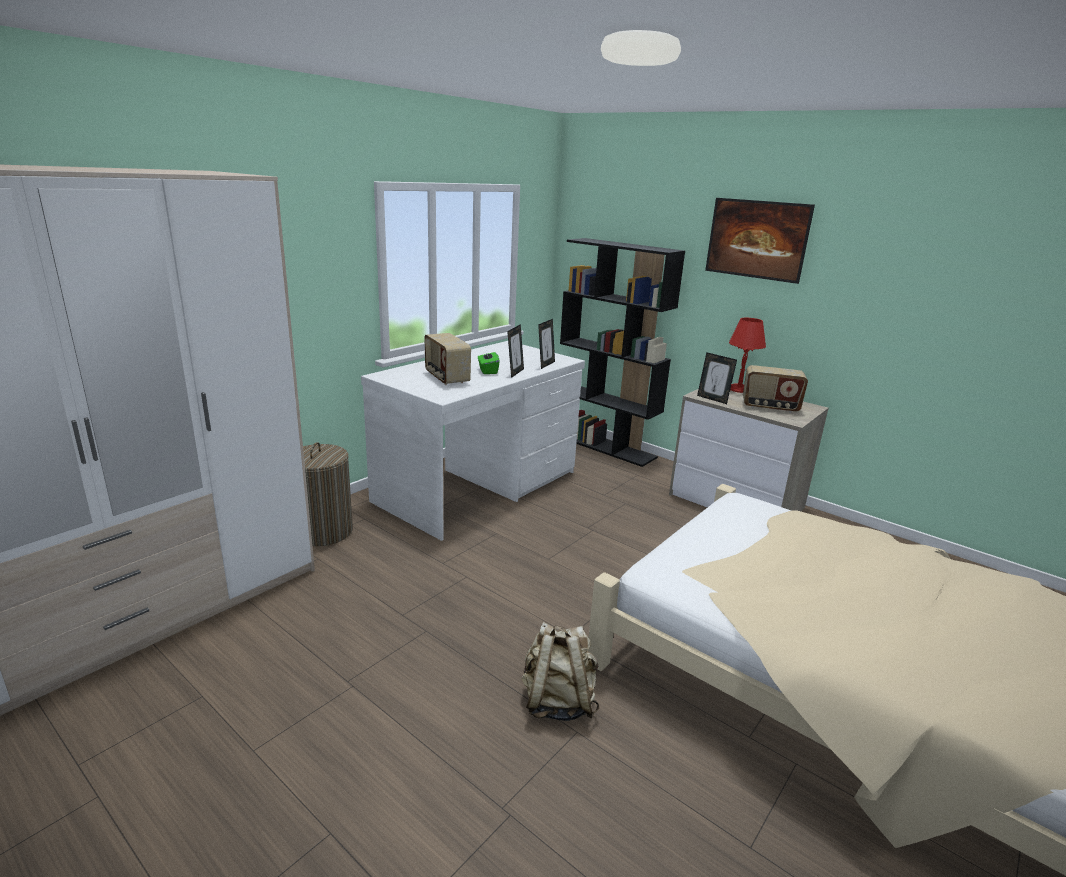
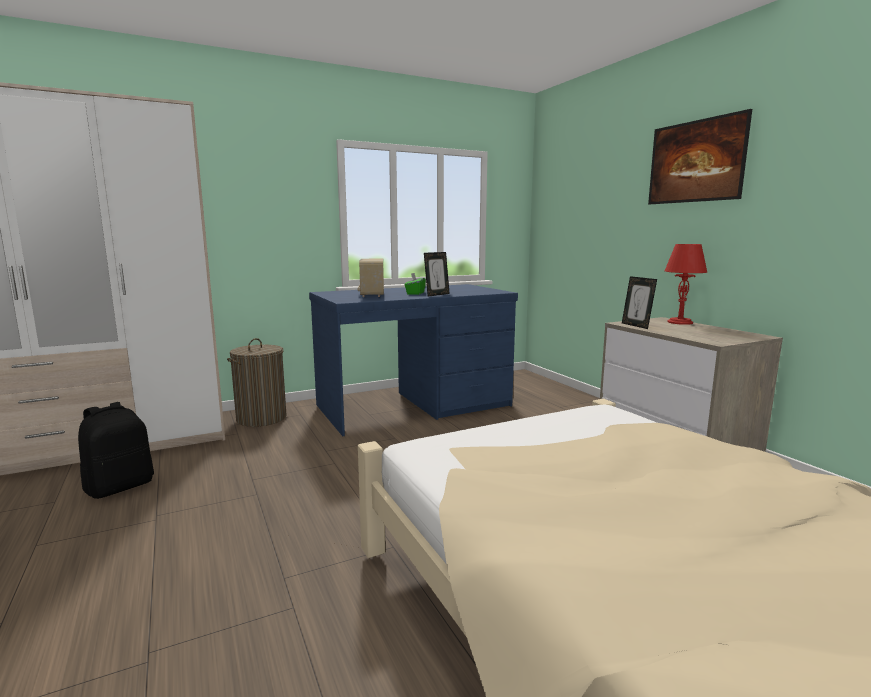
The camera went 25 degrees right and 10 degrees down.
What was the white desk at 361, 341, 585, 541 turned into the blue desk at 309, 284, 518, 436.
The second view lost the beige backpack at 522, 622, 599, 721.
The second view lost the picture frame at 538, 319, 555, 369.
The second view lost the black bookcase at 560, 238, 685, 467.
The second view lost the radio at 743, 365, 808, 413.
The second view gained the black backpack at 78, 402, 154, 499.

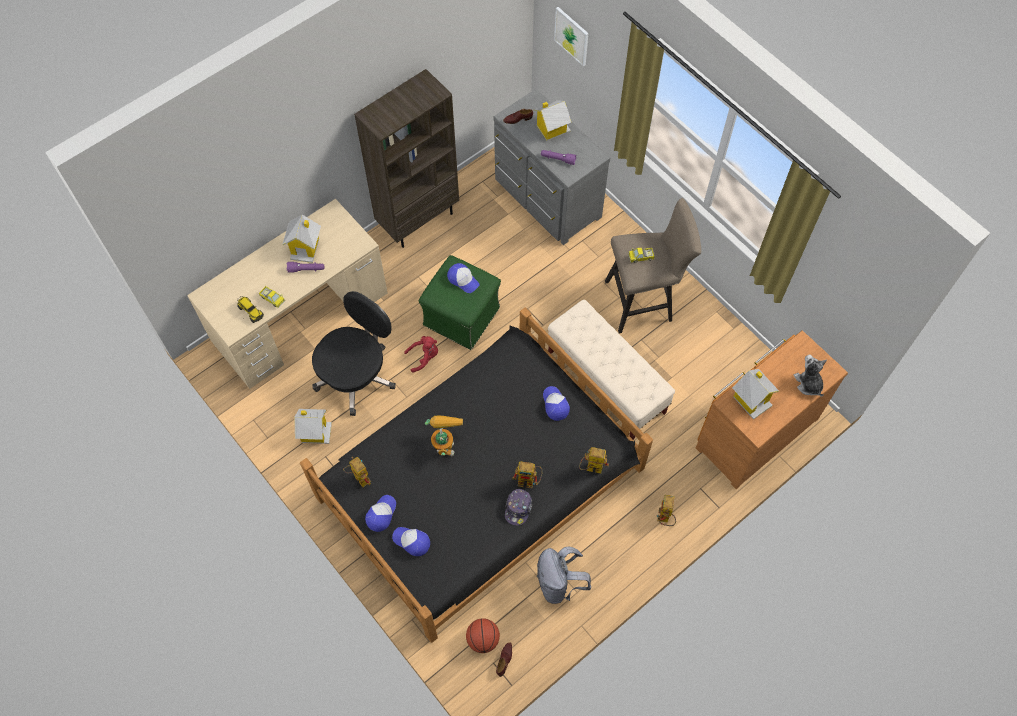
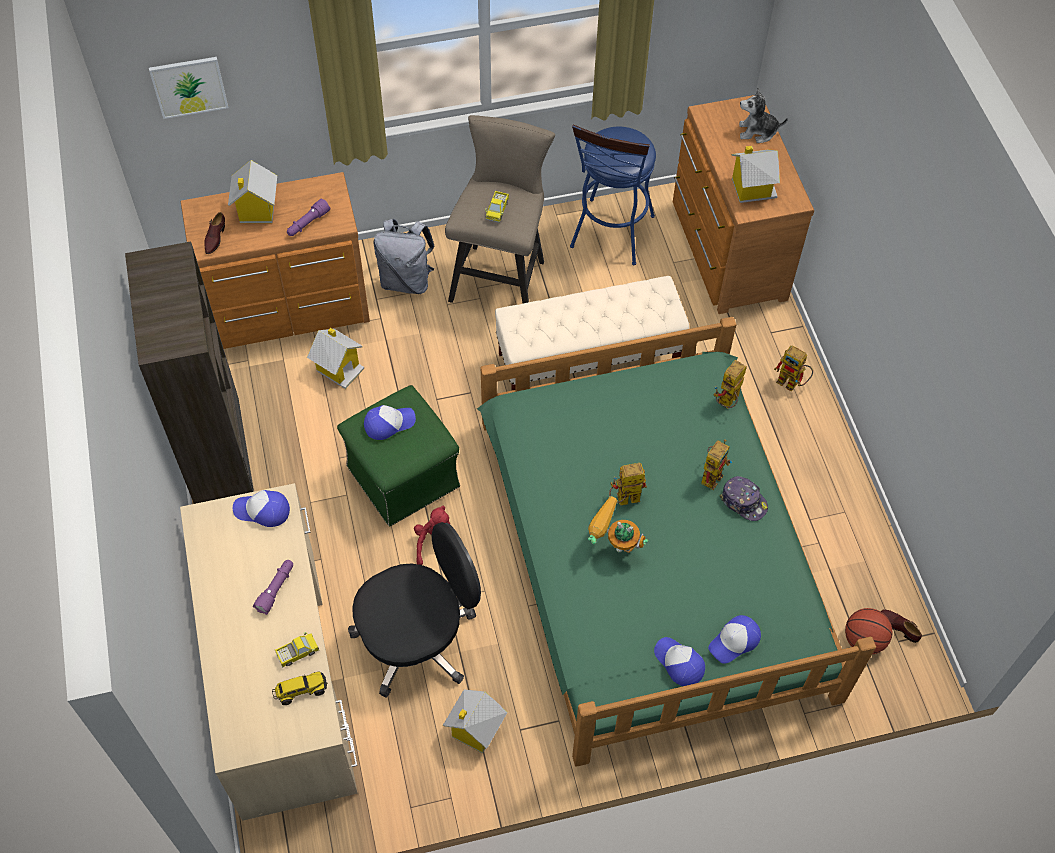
The camera went 65 degrees left and 5 degrees down.
The toy house ended up elsewhere, having gone from 282, 215, 321, 263 to 307, 328, 364, 389.
What was the black bed at 300, 308, 653, 643 turned into the green bed at 477, 317, 876, 767.
The black office chair at 312, 291, 396, 416 ended up facing another way, 90 degrees clockwise from before.
The toy robot ended up elsewhere, having gone from 343, 457, 371, 487 to 609, 463, 647, 505.
What was the grey dresser at 494, 89, 610, 245 turned into the brown dresser at 180, 172, 370, 349.
The grey backpack ended up elsewhere, having gone from 537, 547, 591, 604 to 374, 219, 435, 294.
The cap ended up elsewhere, having gone from 543, 386, 570, 421 to 233, 490, 290, 527.
The second view gained the blue stool at 570, 125, 656, 265.

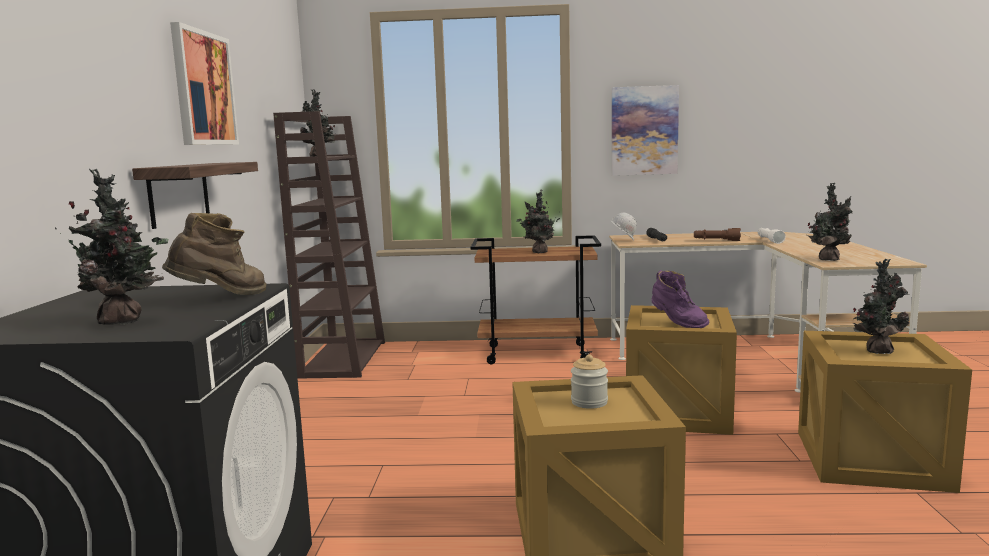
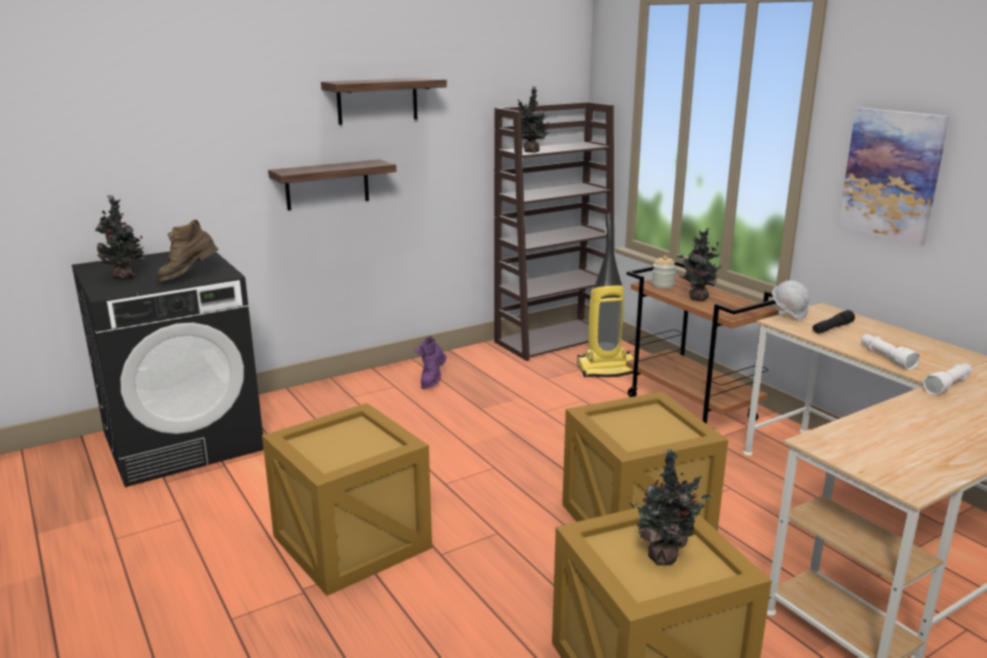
The camera went 55 degrees right and 10 degrees up.
The brown boot at 162, 213, 266, 295 ended up facing another way, 135 degrees clockwise from before.
Where the picture hung at 170, 22, 239, 145, the shelf came to hang at 321, 78, 447, 125.
The jar ended up elsewhere, having gone from 571, 354, 608, 409 to 652, 256, 676, 288.
The purple boot ended up elsewhere, having gone from 651, 270, 709, 328 to 415, 336, 447, 389.
What was the brown flashlight at 694, 228, 741, 241 turned into the white flashlight at 861, 334, 920, 370.
The second view lost the potted plant at 807, 183, 853, 261.
The second view gained the vacuum cleaner at 577, 214, 634, 377.

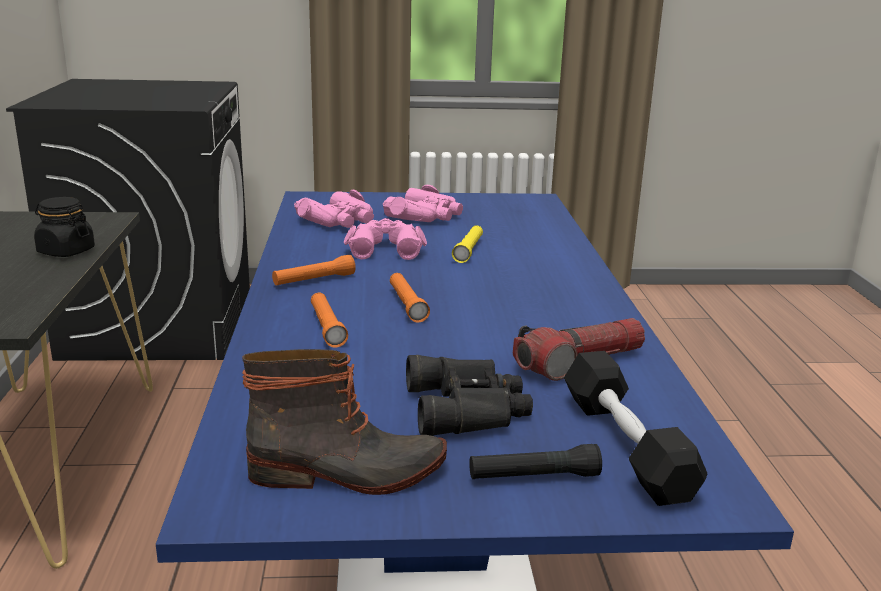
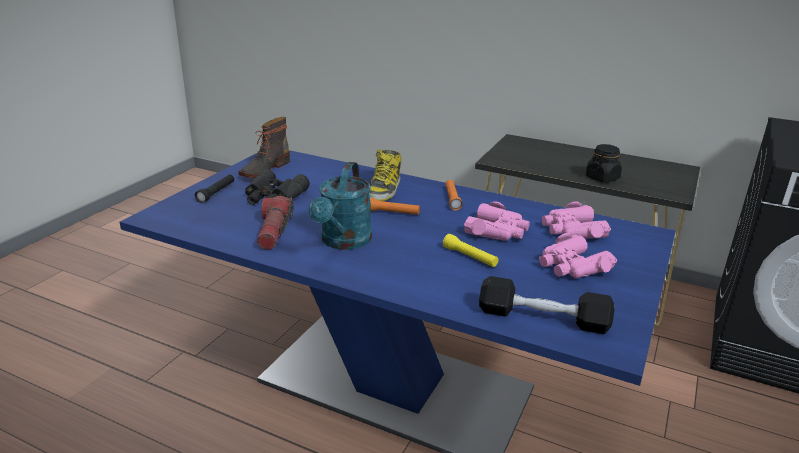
The camera went 120 degrees right and 5 degrees up.
Where the orange flashlight stood at 311, 293, 348, 348, the boot came to stand at 369, 149, 401, 201.
The black dumbbell ended up elsewhere, having gone from 564, 351, 708, 506 to 479, 276, 615, 334.
The second view gained the turquoise watering can at 309, 162, 372, 250.

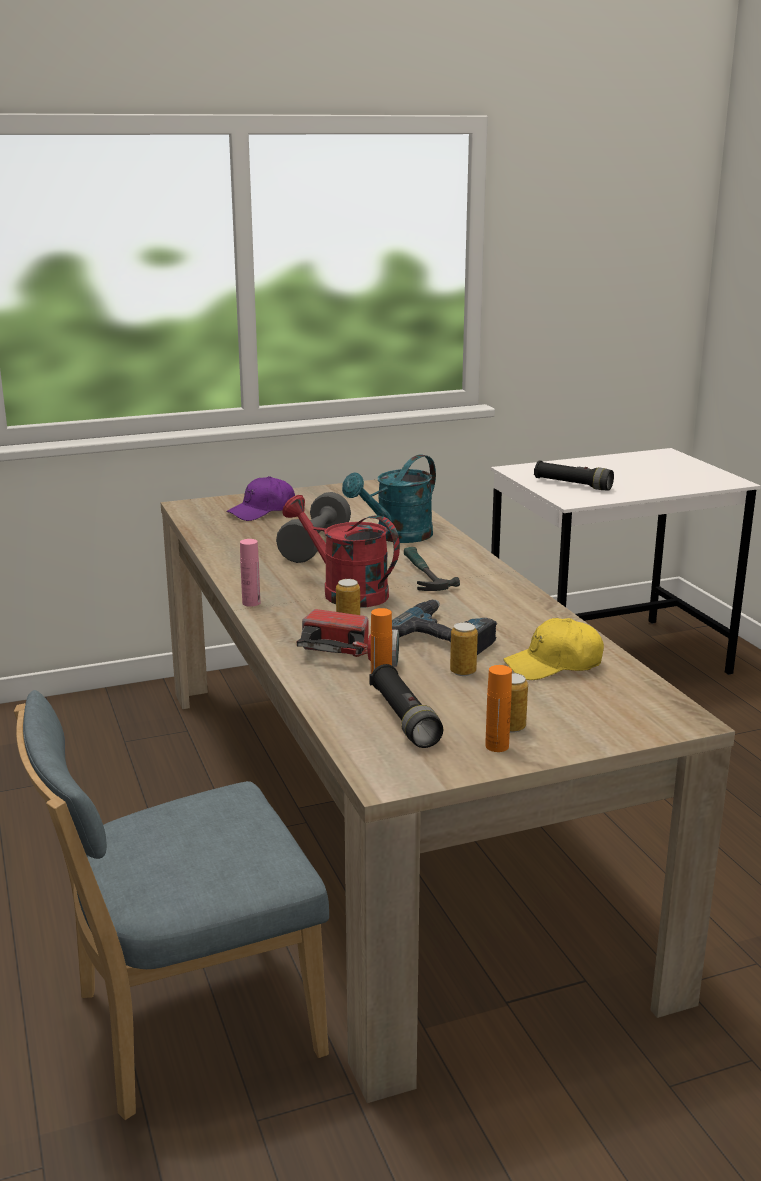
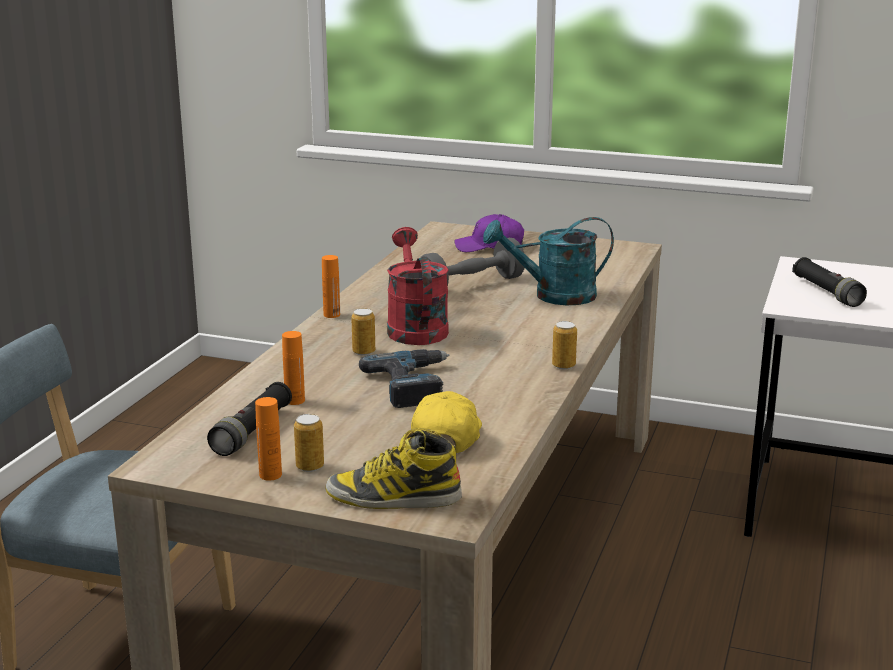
The camera went 40 degrees right and 0 degrees up.
What was the pink bottle at 240, 539, 260, 607 turned into the orange bottle at 322, 255, 340, 318.
The second view lost the flashlight at 297, 609, 399, 667.
The second view lost the hammer at 404, 547, 460, 591.
The can ended up elsewhere, having gone from 450, 622, 478, 676 to 552, 321, 577, 370.
The yellow cap at 503, 618, 604, 680 ended up facing another way, 75 degrees clockwise from before.
The second view gained the boot at 325, 428, 462, 509.

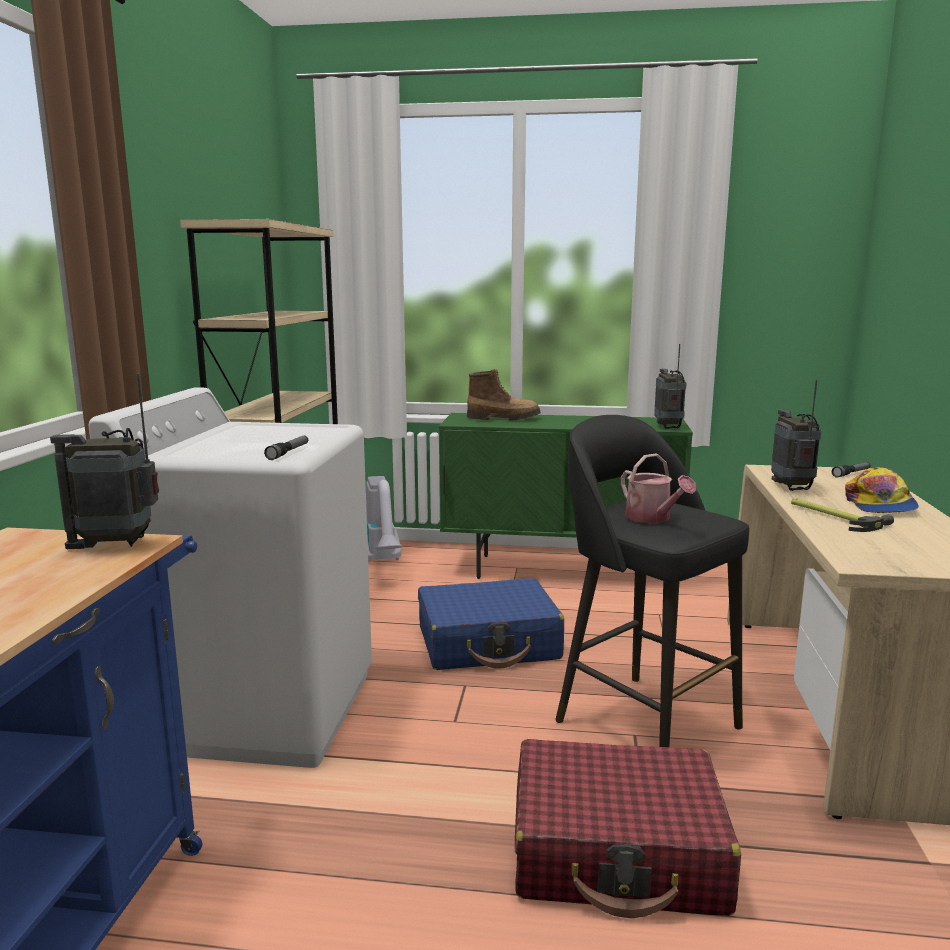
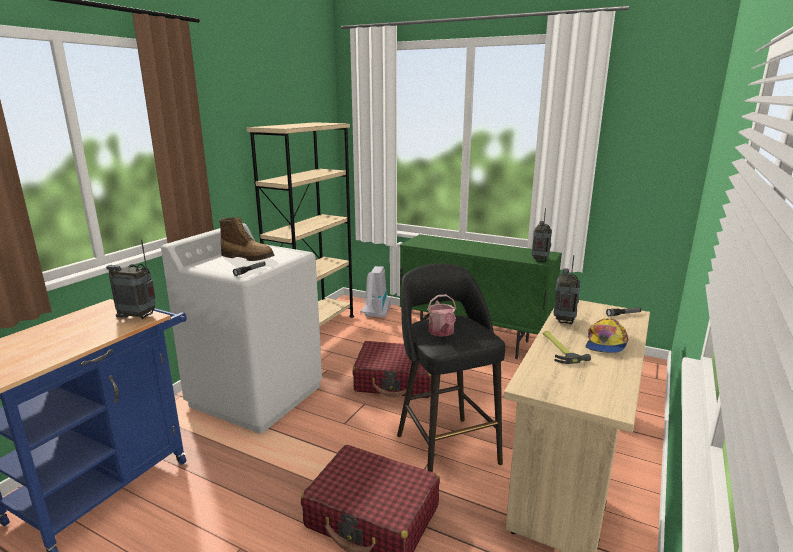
The camera went 20 degrees right and 5 degrees up.
What was the blue suitcase at 418, 578, 564, 670 turned into the red suitcase at 352, 341, 431, 398.
The boot ended up elsewhere, having gone from 467, 369, 541, 421 to 219, 217, 274, 261.

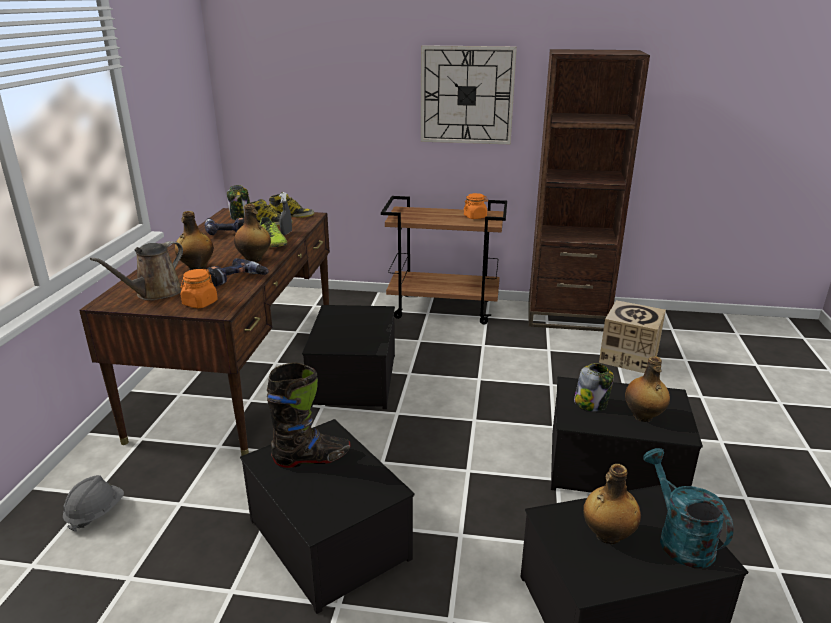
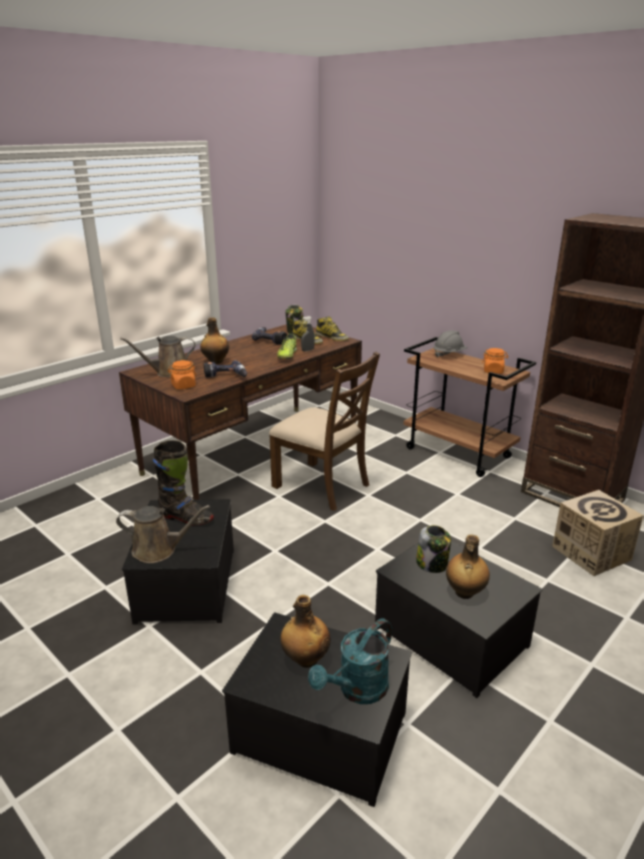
The camera went 35 degrees right and 0 degrees up.
The grey hard hat ended up elsewhere, having gone from 63, 475, 124, 532 to 434, 330, 468, 358.
The second view lost the bottle at 234, 204, 271, 262.
Where the storage box stood at 302, 305, 395, 409, the brown chair came to stand at 269, 352, 380, 511.
The second view lost the wall clock at 421, 45, 517, 145.
The turquoise watering can at 643, 448, 734, 568 ended up facing another way, 150 degrees counterclockwise from before.
The second view gained the brown watering can at 116, 505, 210, 563.

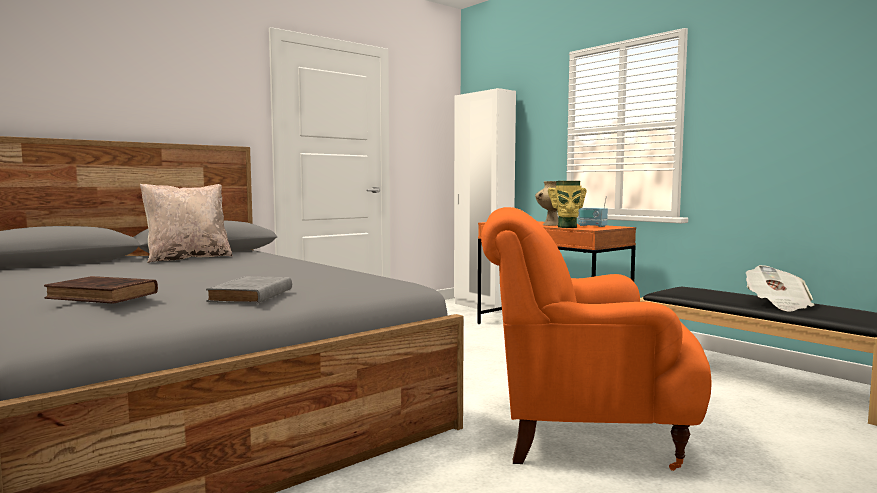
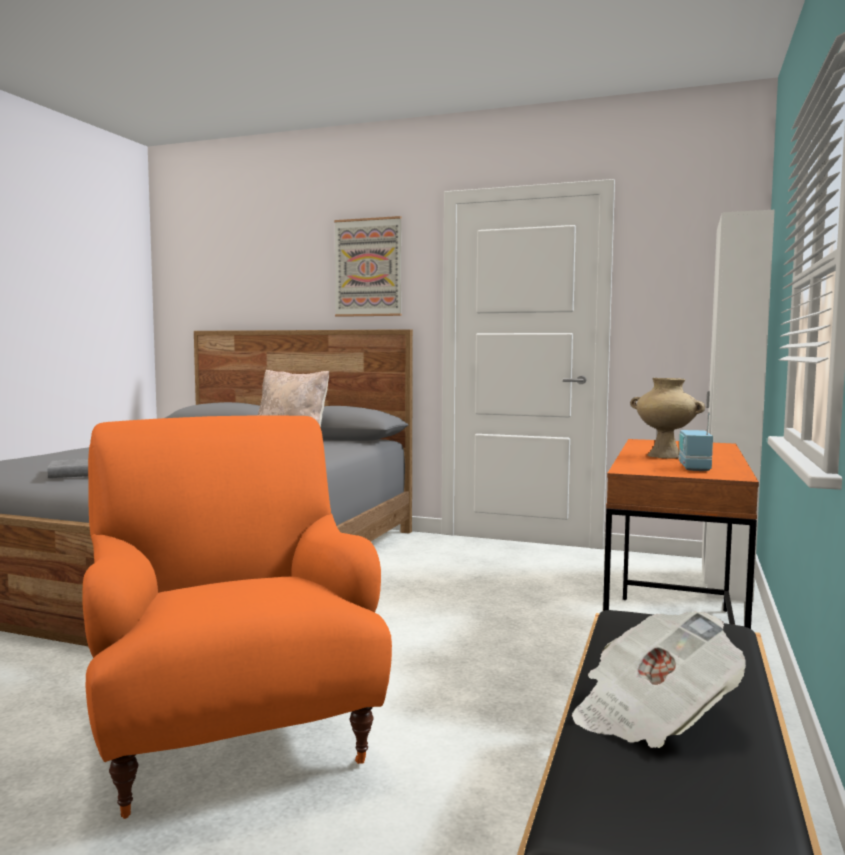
The camera went 60 degrees right and 0 degrees up.
The second view lost the brown book at 44, 276, 158, 303.
The second view lost the vase at 548, 181, 587, 228.
The second view gained the picture at 334, 216, 402, 317.

